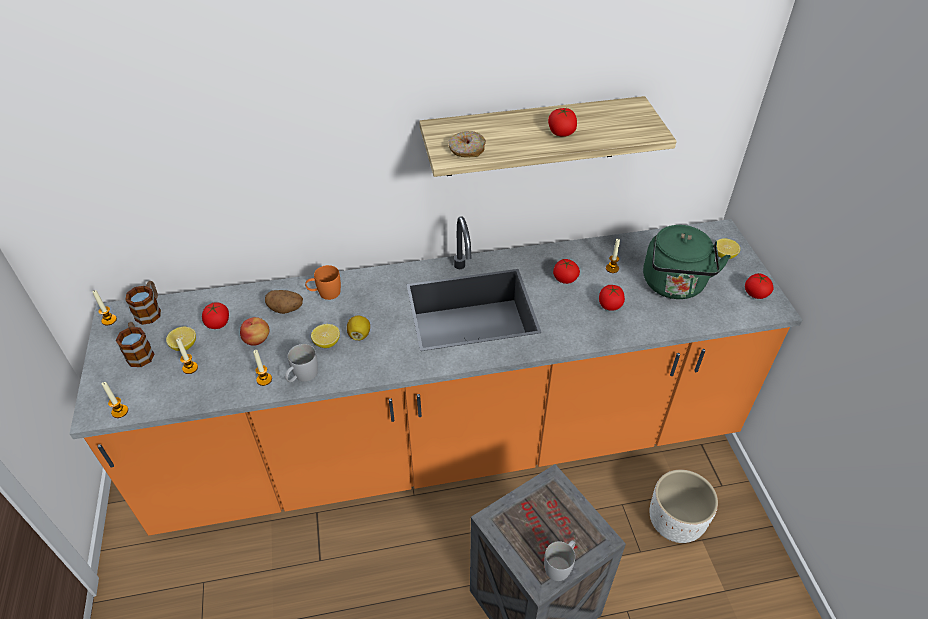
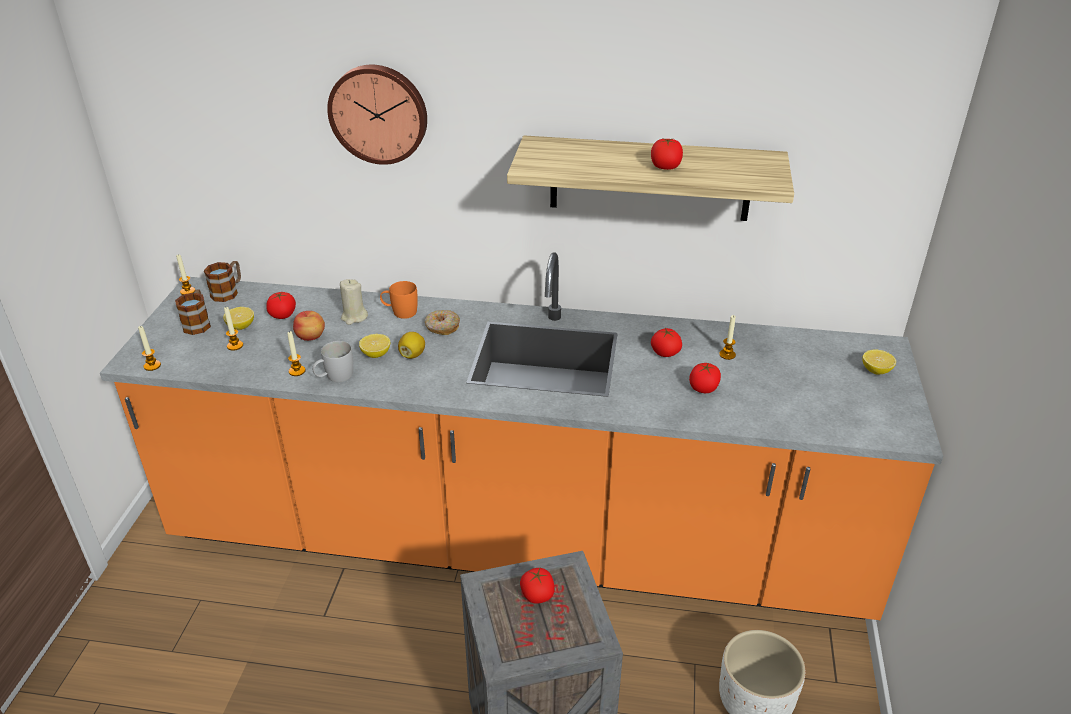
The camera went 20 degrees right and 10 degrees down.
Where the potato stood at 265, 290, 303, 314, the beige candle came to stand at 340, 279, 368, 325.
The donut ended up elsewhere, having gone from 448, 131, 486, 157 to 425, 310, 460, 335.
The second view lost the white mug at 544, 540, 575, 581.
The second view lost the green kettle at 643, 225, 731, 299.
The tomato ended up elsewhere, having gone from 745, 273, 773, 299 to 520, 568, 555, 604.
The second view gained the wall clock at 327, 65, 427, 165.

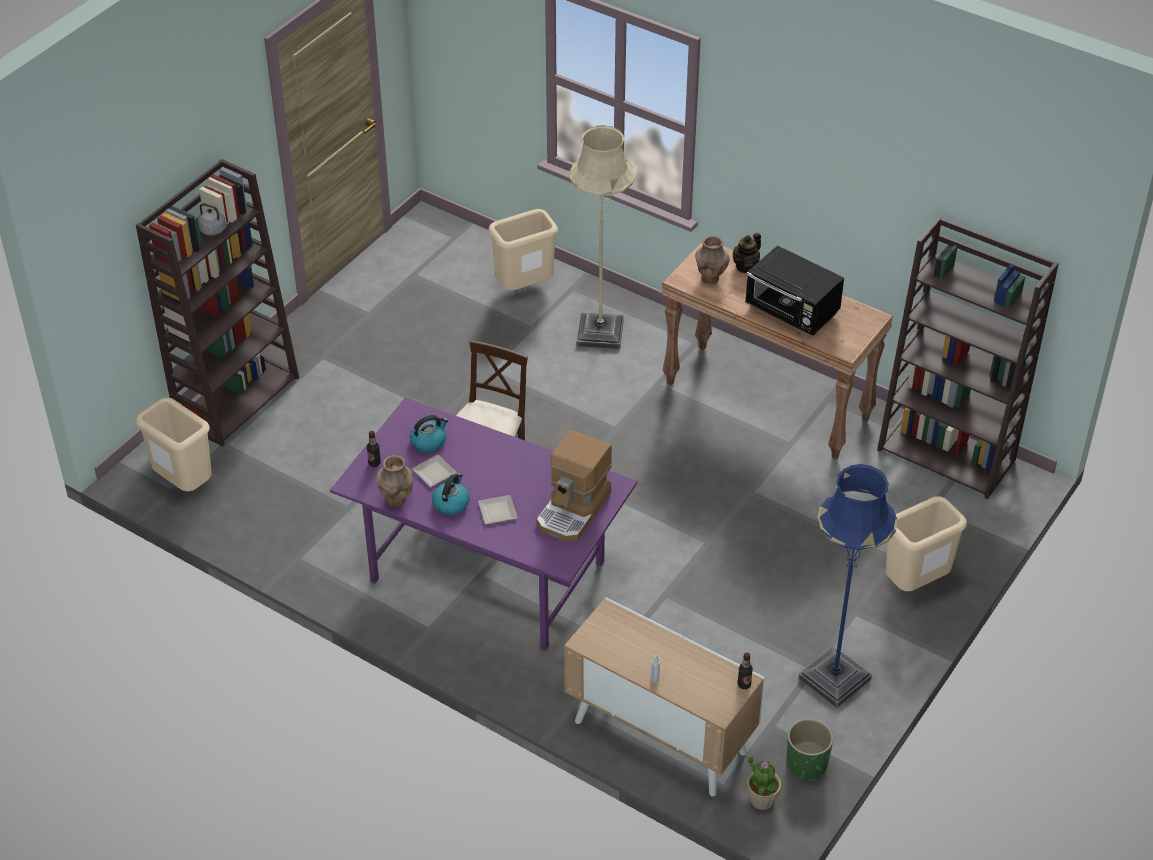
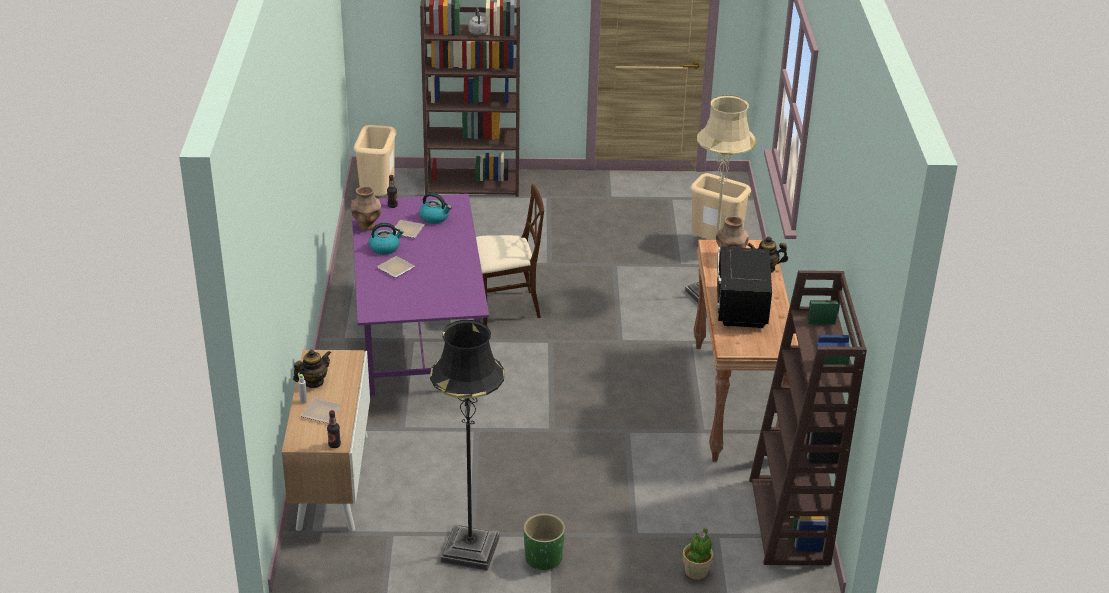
The camera went 55 degrees right and 10 degrees down.
The second view lost the coffee machine at 537, 430, 612, 542.
The potted plant ended up elsewhere, having gone from 746, 756, 781, 810 to 682, 527, 713, 580.
The green planter ended up elsewhere, having gone from 786, 719, 833, 780 to 524, 514, 565, 570.
What was the blue floor lamp at 798, 464, 897, 708 turned into the black floor lamp at 430, 320, 505, 571.
The second view lost the beige trash can at 886, 496, 967, 591.
The second view gained the teapot at 293, 349, 331, 388.
The second view gained the plate at 300, 398, 342, 423.

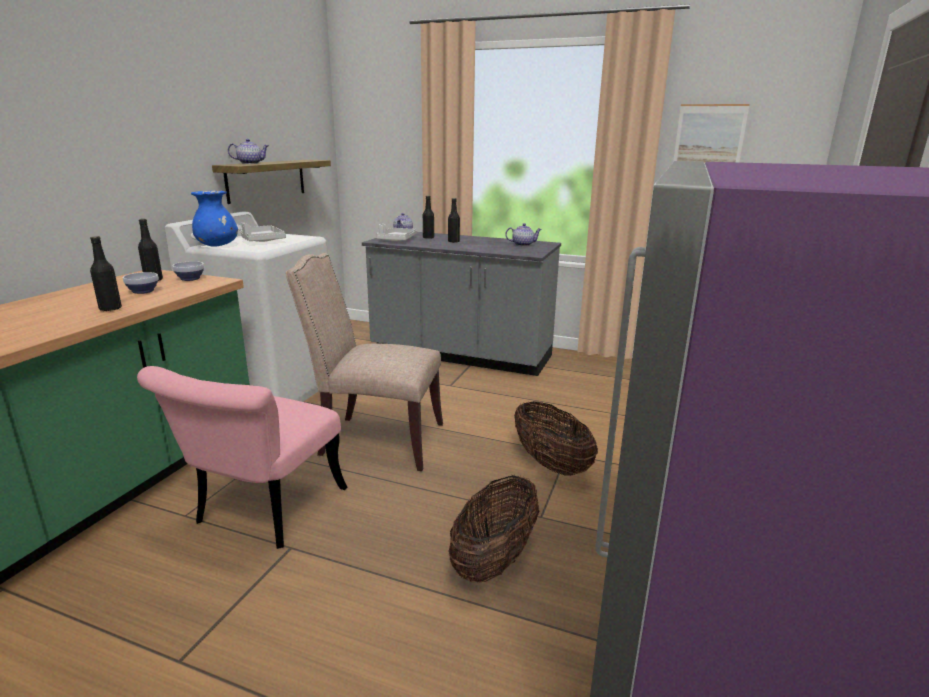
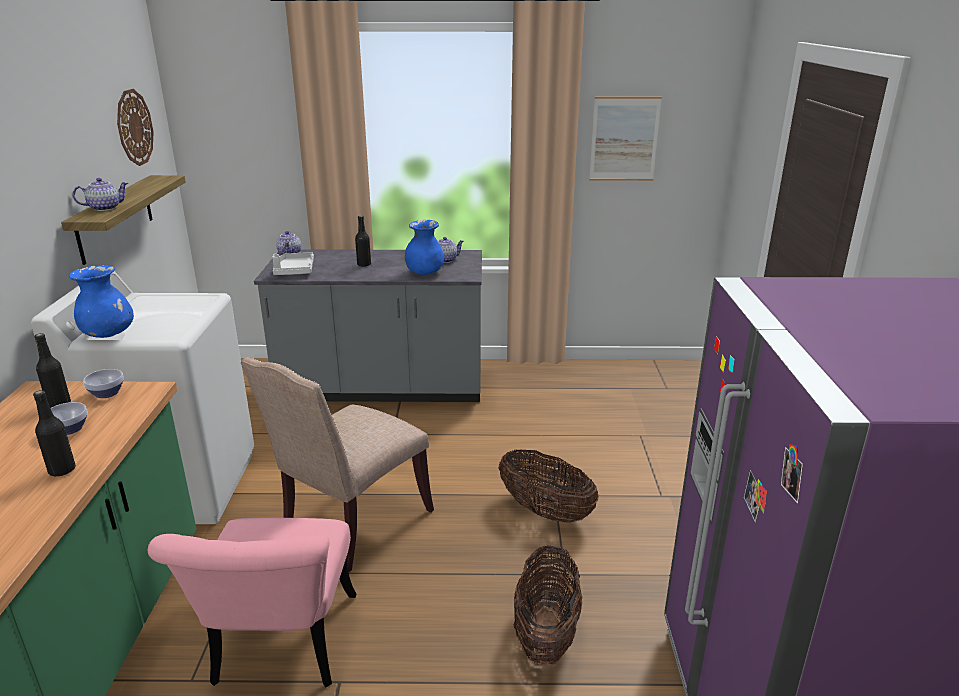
The camera went 20 degrees left and 5 degrees up.
The second view lost the grey tray at 241, 223, 286, 242.
The beige chair at 286, 253, 443, 471 ended up facing another way, 45 degrees counterclockwise from before.
The second view lost the black bottle at 423, 196, 434, 239.
The second view gained the wall clock at 117, 89, 154, 166.
The second view gained the blue vase at 405, 220, 445, 275.

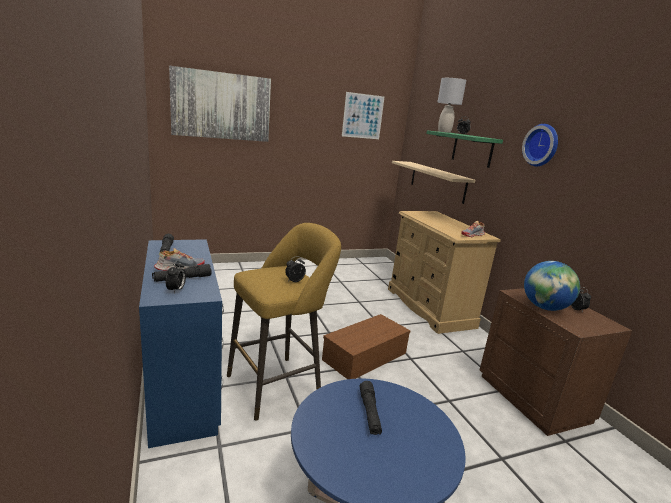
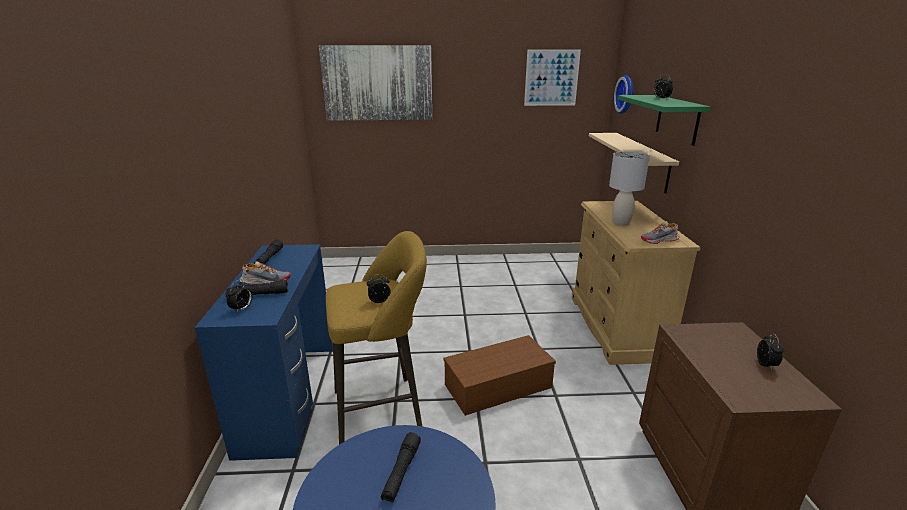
The camera went 20 degrees right and 5 degrees up.
The grey table lamp ended up elsewhere, having gone from 437, 78, 466, 133 to 609, 152, 650, 225.
The wall clock ended up elsewhere, having gone from 522, 124, 558, 166 to 614, 75, 633, 114.
The second view lost the globe at 524, 261, 580, 311.

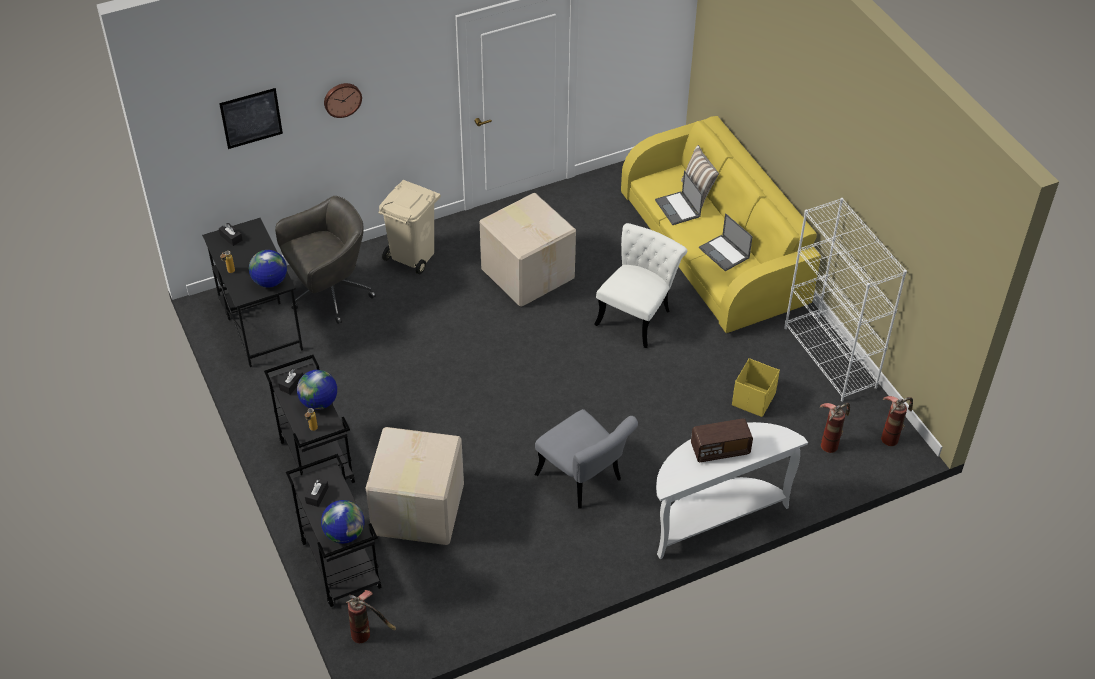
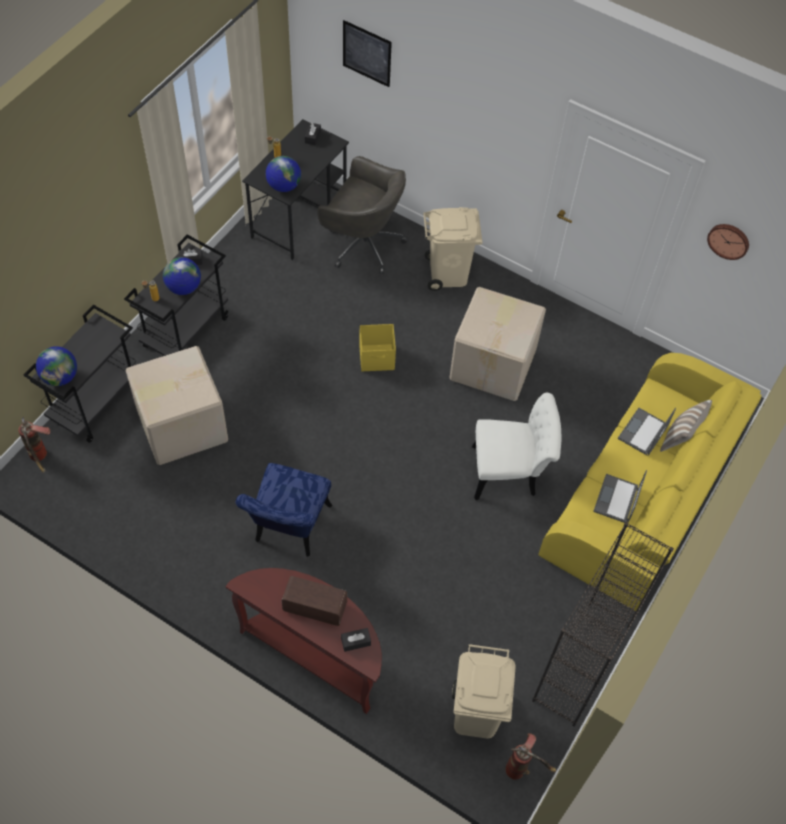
The camera went 55 degrees right and 10 degrees up.
The black tissue box ended up elsewhere, having gone from 305, 478, 329, 507 to 341, 628, 371, 652.
The wall clock ended up elsewhere, having gone from 324, 83, 362, 118 to 707, 224, 749, 260.
What was the grey chair at 534, 409, 638, 508 turned into the blue chair at 236, 463, 332, 557.
What was the white console table at 656, 422, 808, 559 turned into the brown console table at 225, 568, 382, 714.
The radio at 691, 418, 753, 462 ended up facing another way, 150 degrees clockwise from before.
The yellow storage box ended up elsewhere, having gone from 732, 358, 780, 417 to 359, 324, 396, 371.
What was the white bookcase at 784, 198, 907, 402 turned into the black bookcase at 532, 522, 674, 727.
Where the fire extinguisher stood at 820, 403, 850, 453, the beige trash can came to stand at 452, 644, 516, 738.

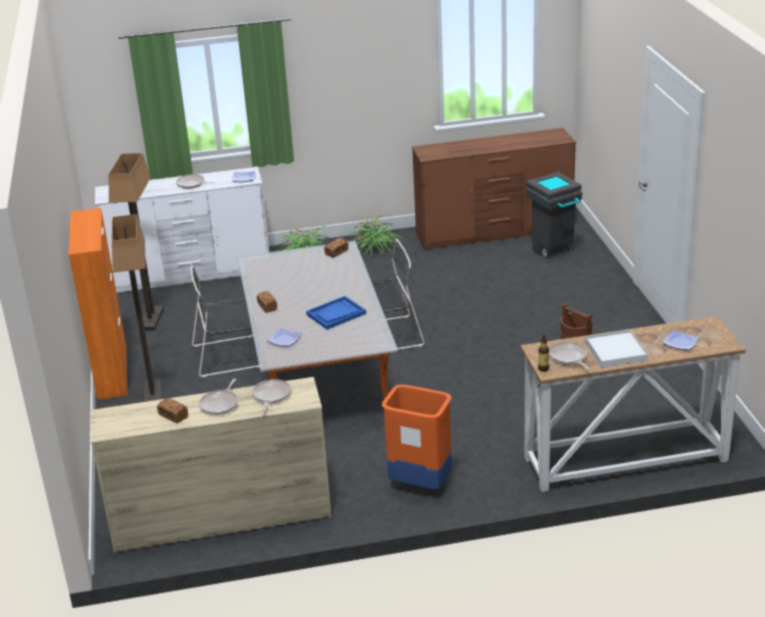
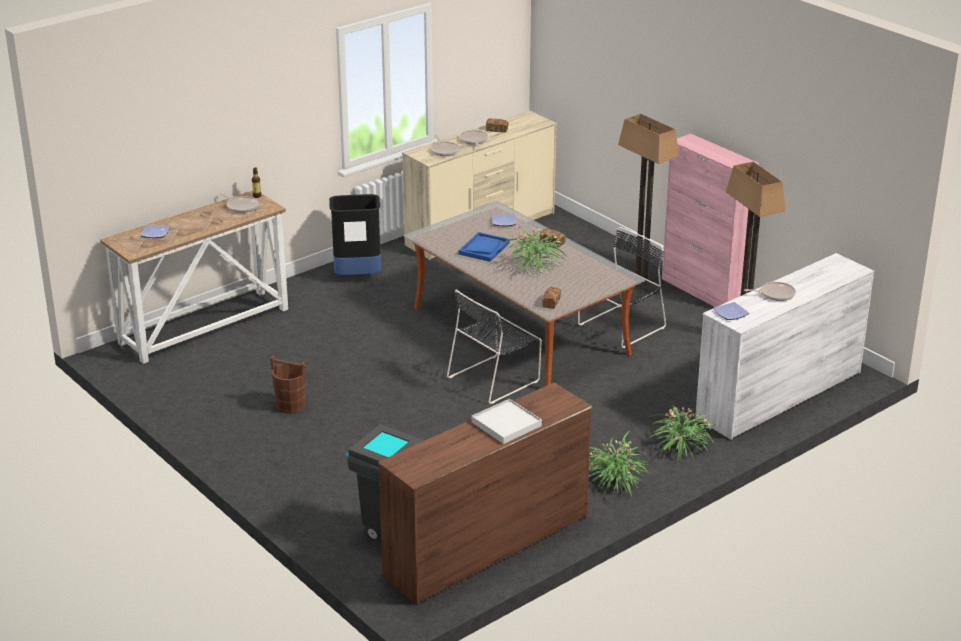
The camera went 150 degrees right and 0 degrees up.
What was the orange cabinet at 69, 208, 128, 400 turned into the pink cabinet at 662, 134, 759, 307.
What was the orange trash can at 382, 385, 452, 489 turned into the black trash can at 329, 194, 381, 275.
The white tray ended up elsewhere, having gone from 585, 330, 648, 368 to 471, 399, 542, 444.
The second view gained the potted plant at 502, 228, 567, 277.

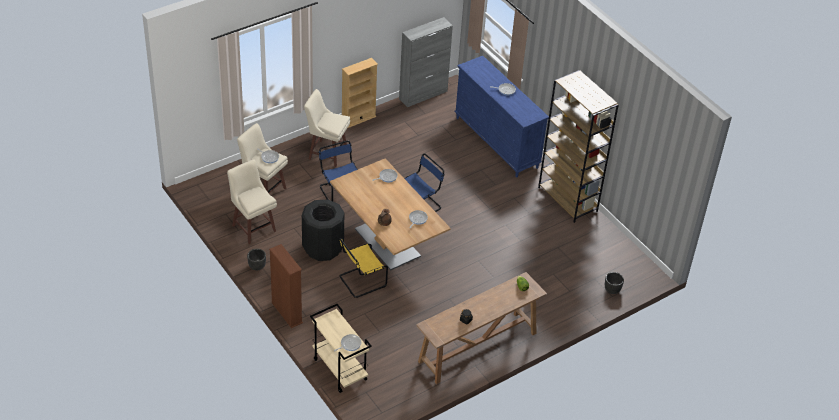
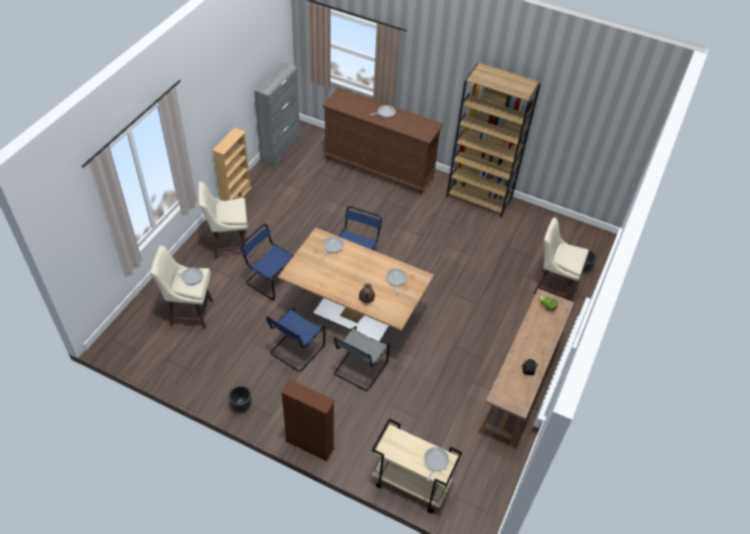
The camera went 30 degrees left and 5 degrees up.
The beige stool ended up elsewhere, having gone from 227, 159, 277, 244 to 533, 217, 589, 300.
Where the black trash can stood at 302, 199, 344, 261, the blue chair came to stand at 266, 308, 325, 372.
What was the yellow chair at 340, 238, 388, 298 turned into the grey chair at 333, 326, 390, 391.
What was the blue dresser at 454, 56, 549, 178 turned into the brown dresser at 323, 88, 443, 195.

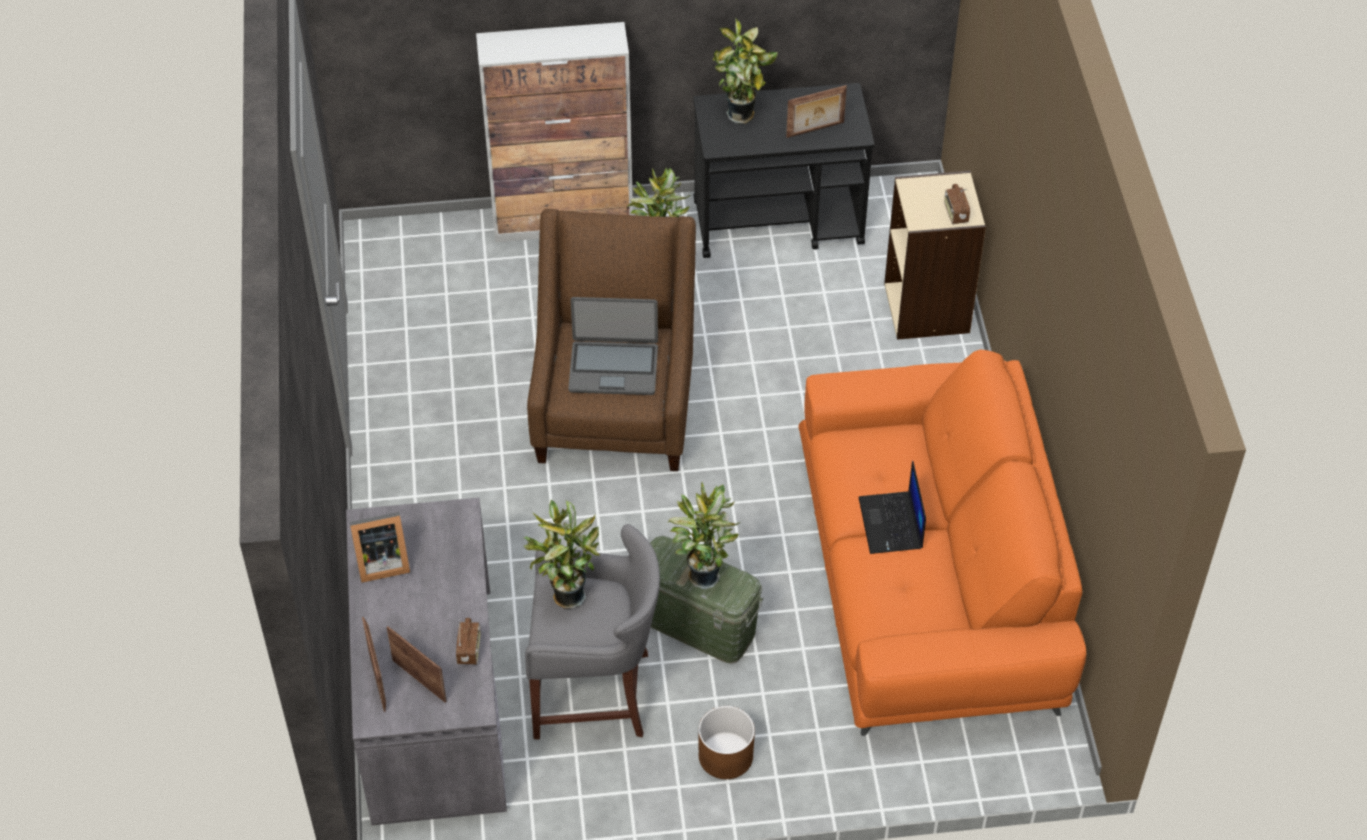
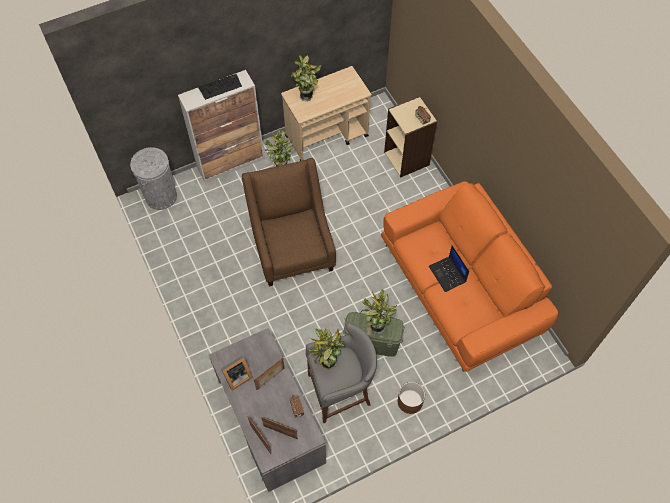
The camera went 20 degrees left and 10 degrees up.
The second view lost the laptop at 568, 297, 658, 395.
What was the black cart at 693, 83, 874, 258 turned into the beige cart at 281, 66, 372, 161.
The picture frame ended up elsewhere, having gone from 786, 85, 847, 138 to 254, 357, 285, 390.
The second view gained the grey trash can at 130, 147, 177, 210.
The second view gained the keyboard at 198, 74, 242, 100.

